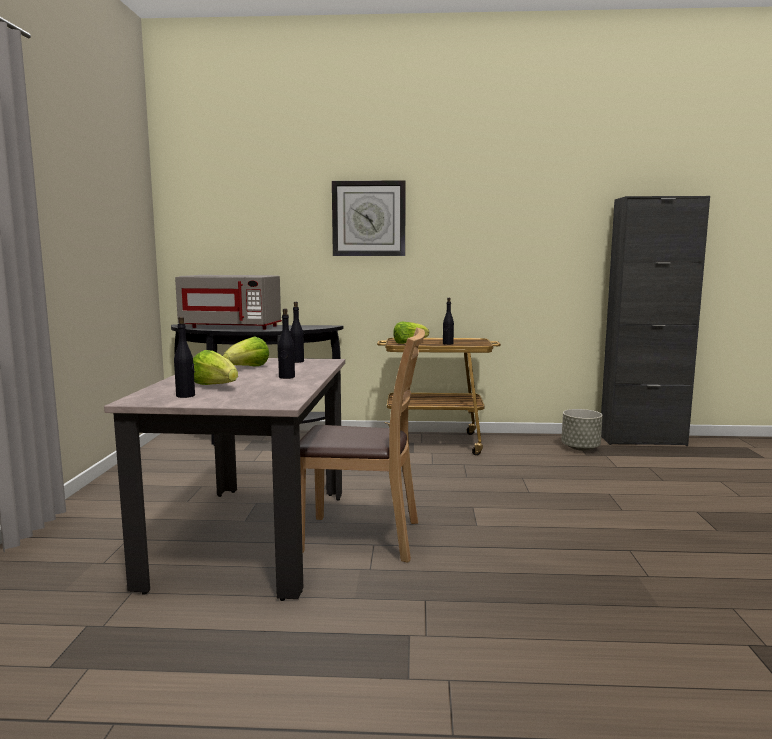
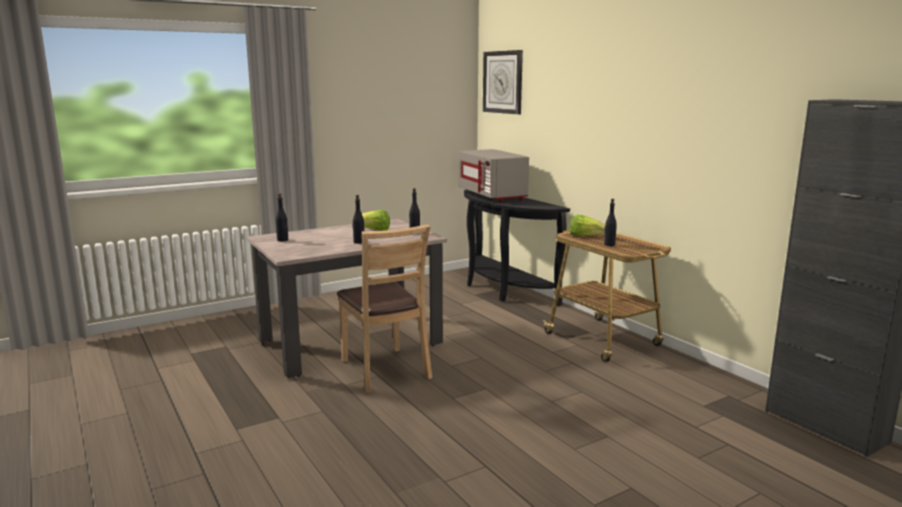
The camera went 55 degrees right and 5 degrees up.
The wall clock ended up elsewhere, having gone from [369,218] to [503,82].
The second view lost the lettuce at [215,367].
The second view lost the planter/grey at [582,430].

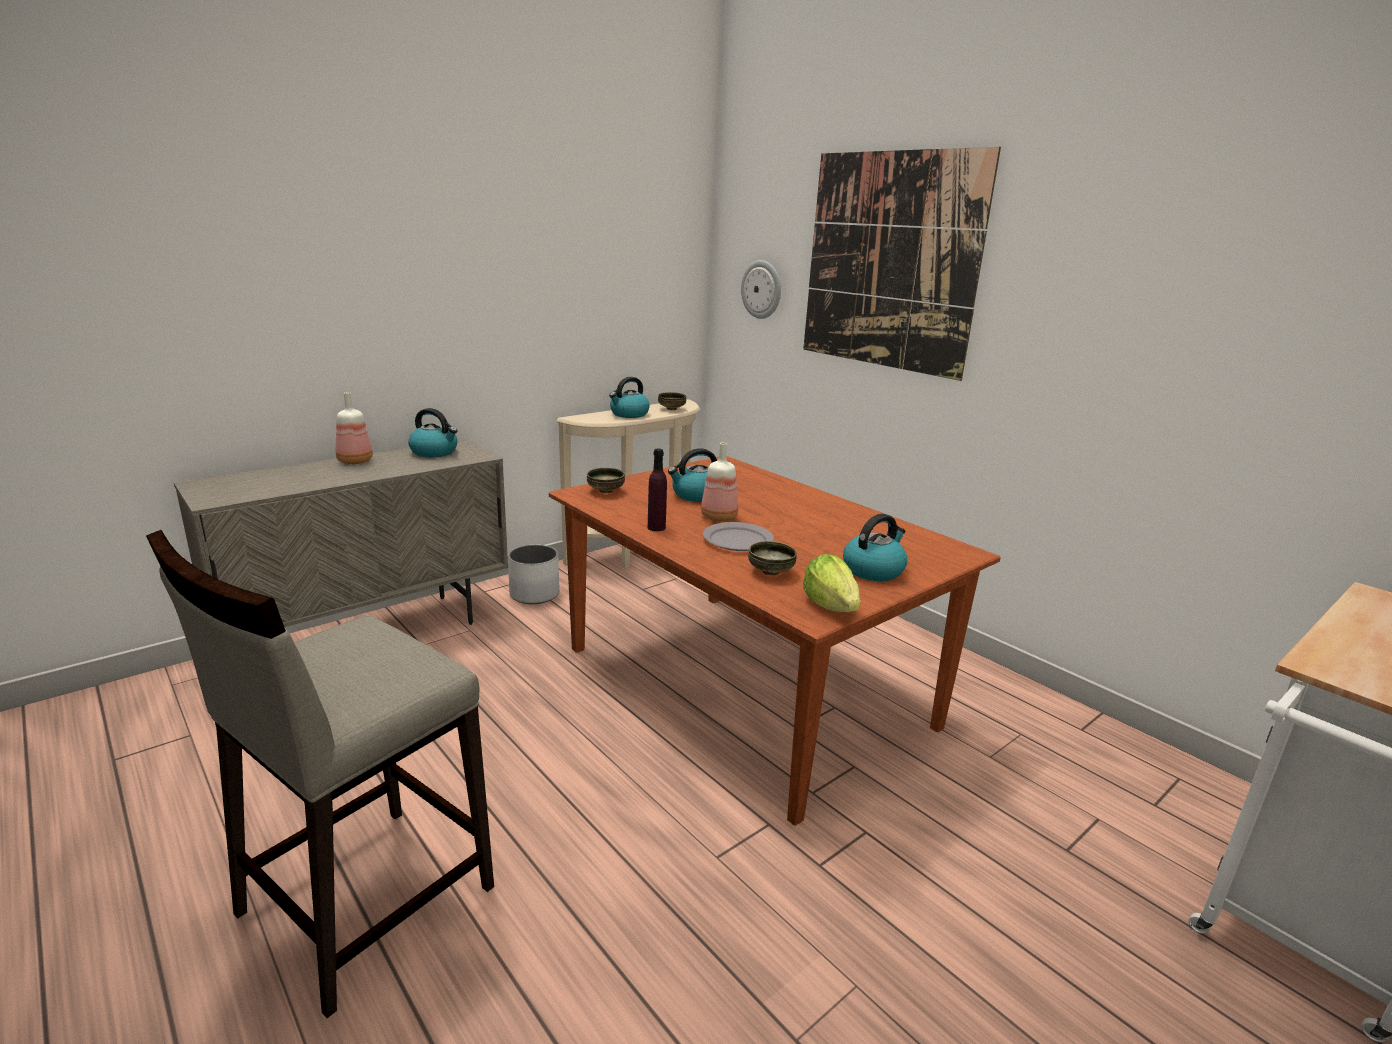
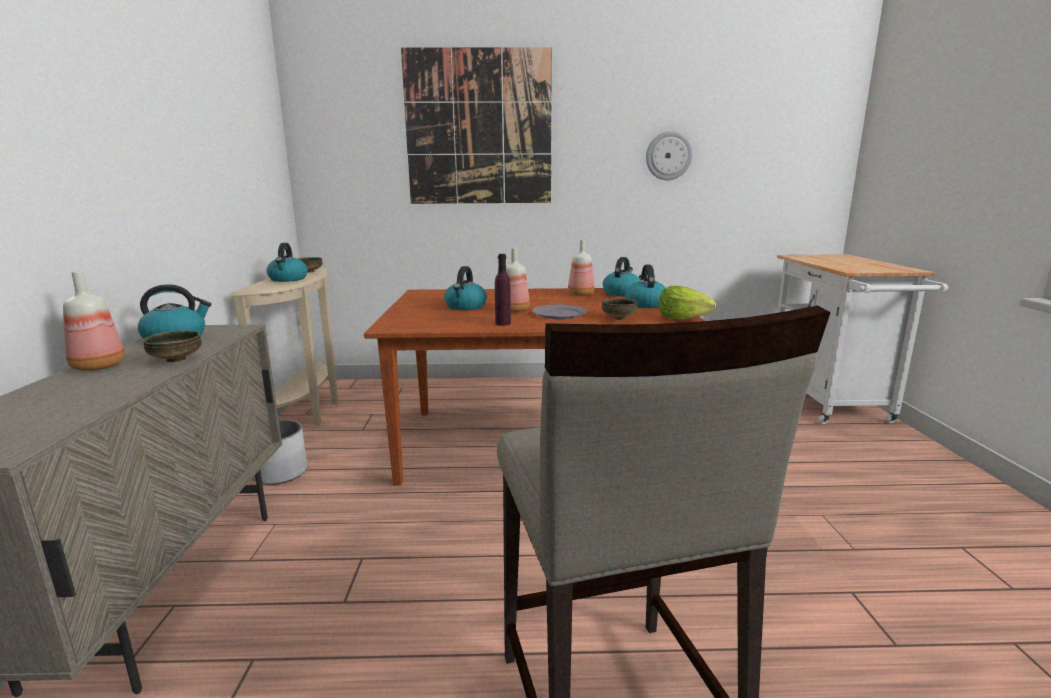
The camera went 50 degrees left and 5 degrees down.
The wall clock ended up elsewhere, having gone from [761,289] to [669,155].
The bowl ended up elsewhere, having gone from [606,480] to [172,346].
The second view gained the bottle at [581,268].
The second view gained the kettle at [621,276].

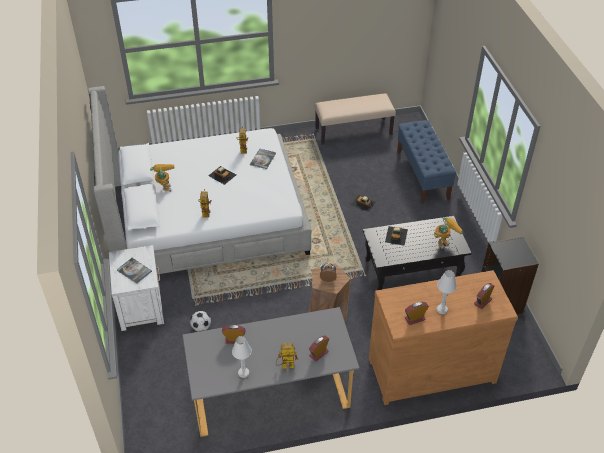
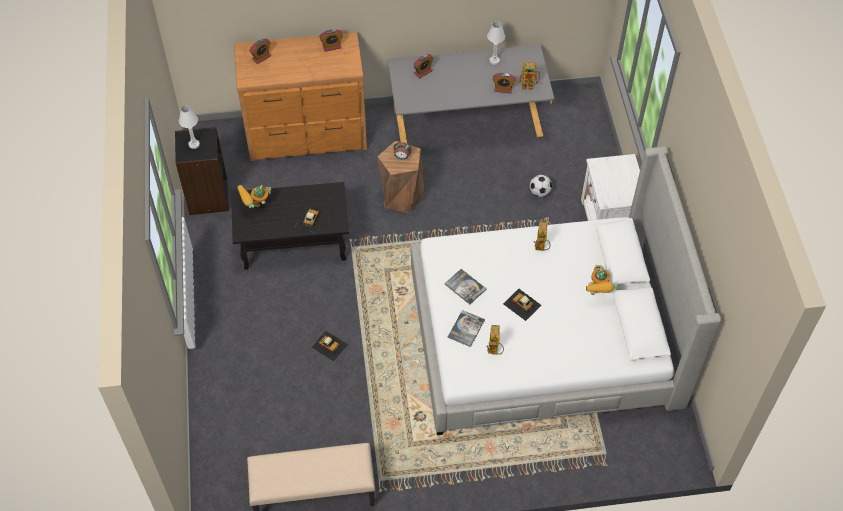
The camera went 175 degrees left and 10 degrees up.
The second view lost the bench/blue at [426,162].
The book ended up elsewhere, having gone from [134,271] to [465,286].
The table lamp/white ended up elsewhere, having gone from [447,292] to [189,127].
The toy robot ended up elsewhere, having gone from [287,356] to [529,76].

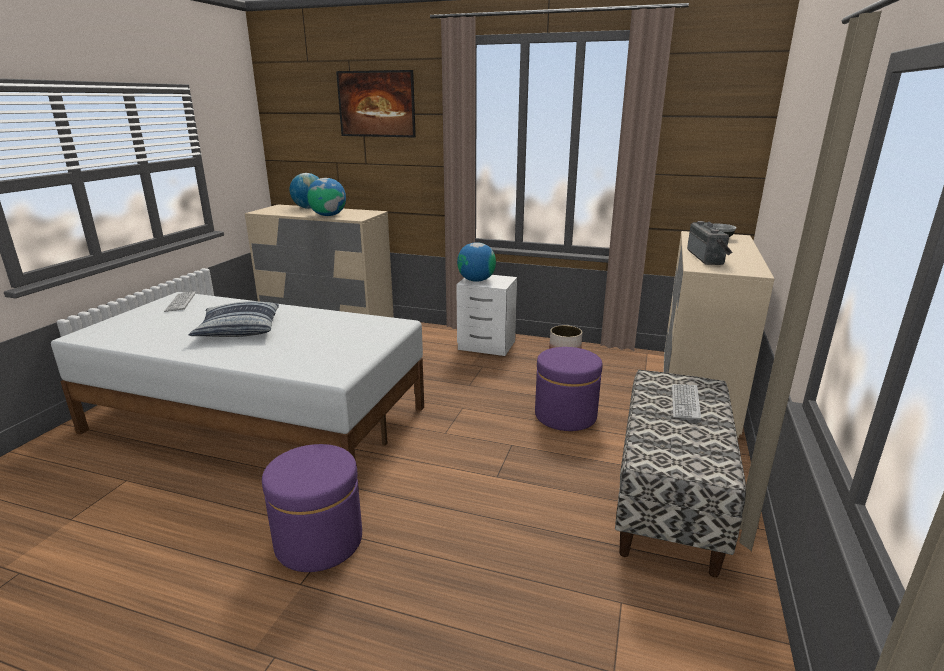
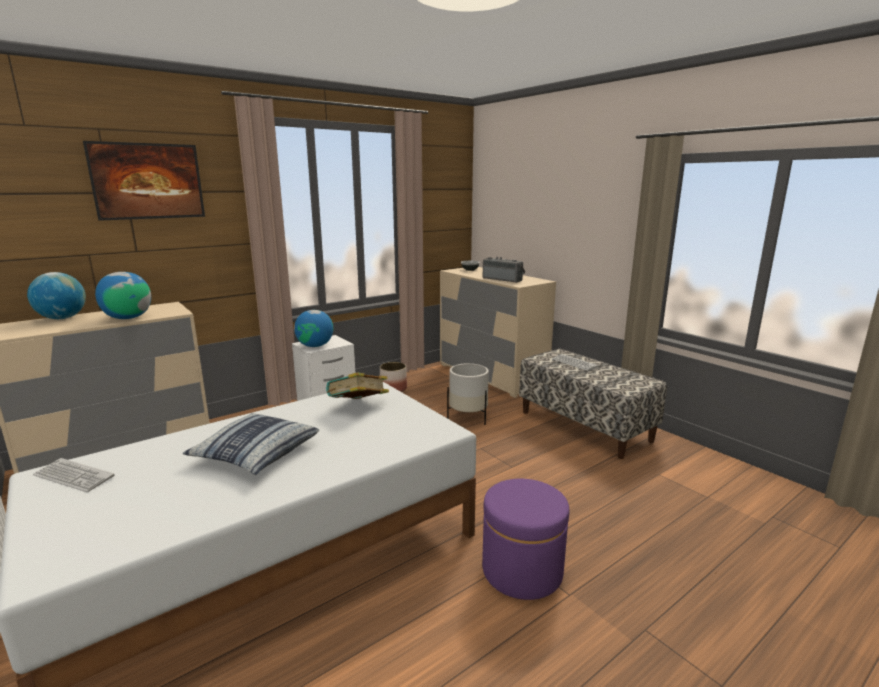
The camera went 55 degrees left and 5 degrees down.
Where the ottoman/purple stood at [569,389], the planter/white came to stand at [468,394].
The second view gained the book at [357,386].

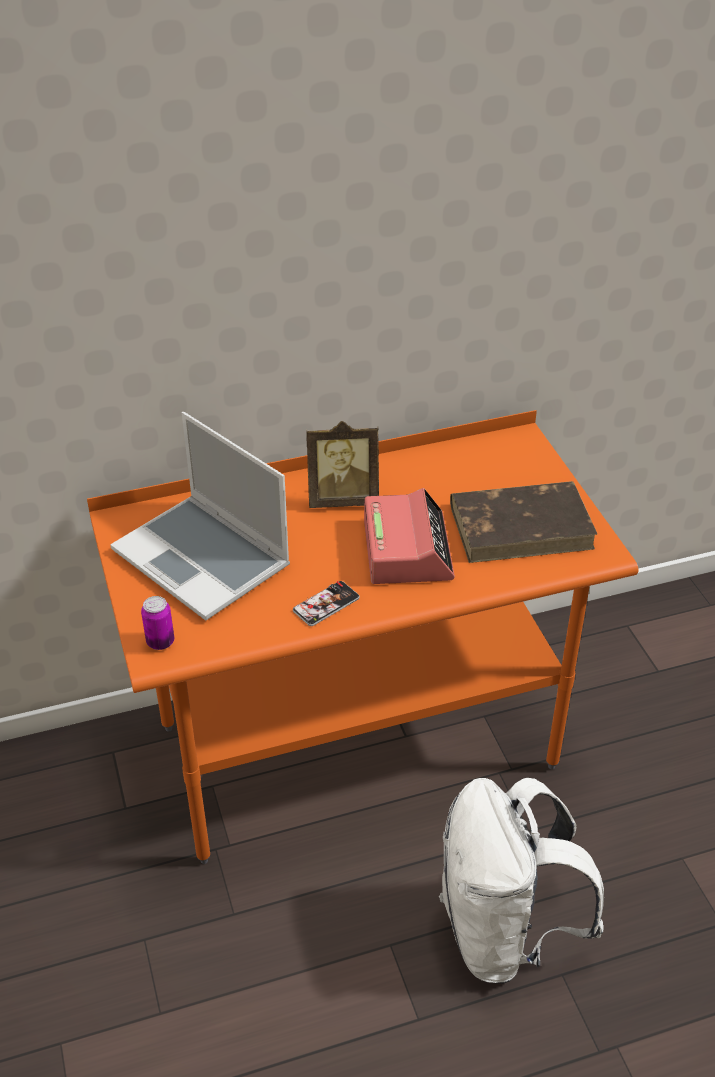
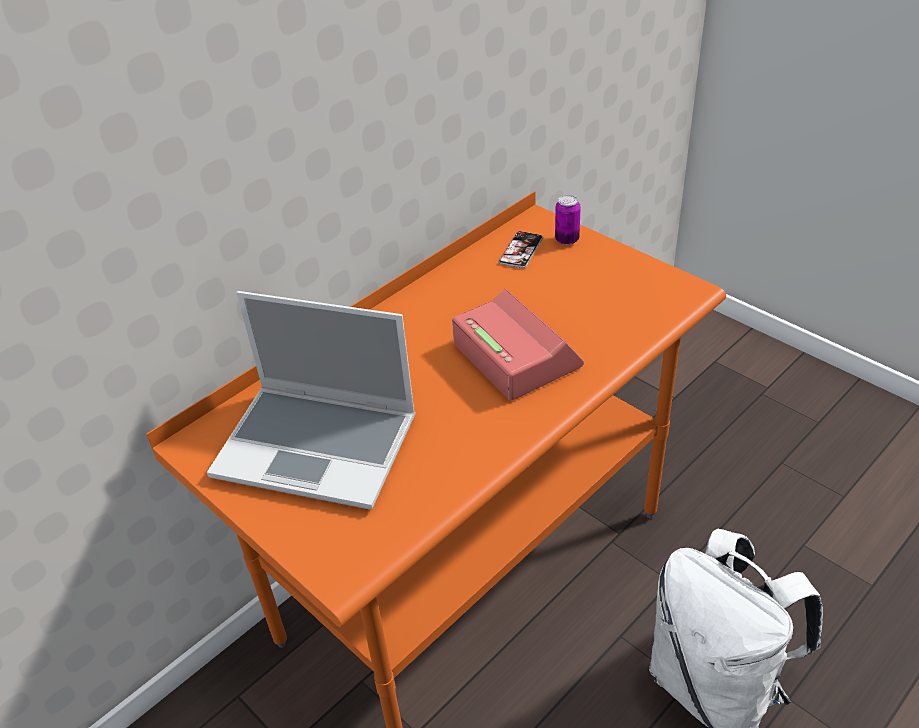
The camera went 25 degrees left and 0 degrees up.
The second view lost the picture frame at [342,464].
The second view lost the book/brown at [524,522].
The phone ended up elsewhere, having gone from [326,603] to [521,249].
The can ended up elsewhere, having gone from [157,623] to [568,220].

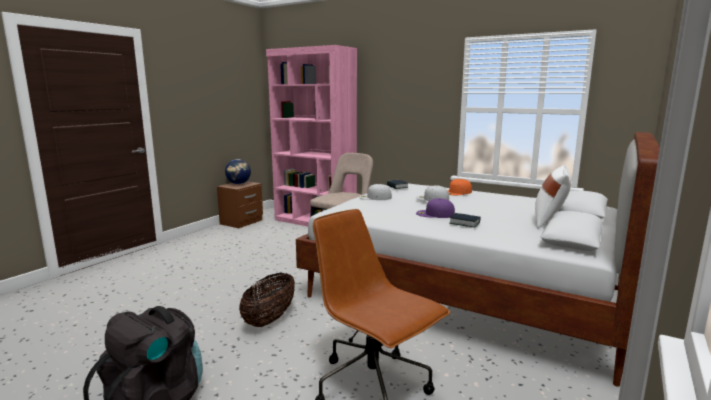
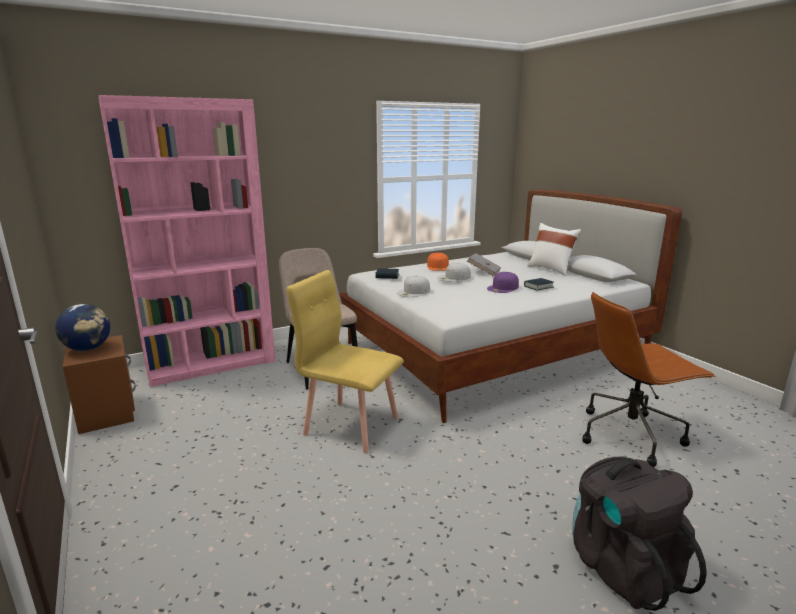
The camera went 60 degrees left and 5 degrees up.
The second view lost the basket at [267,299].
The second view gained the book/grey at [484,264].
The second view gained the chair/yellow at [345,361].

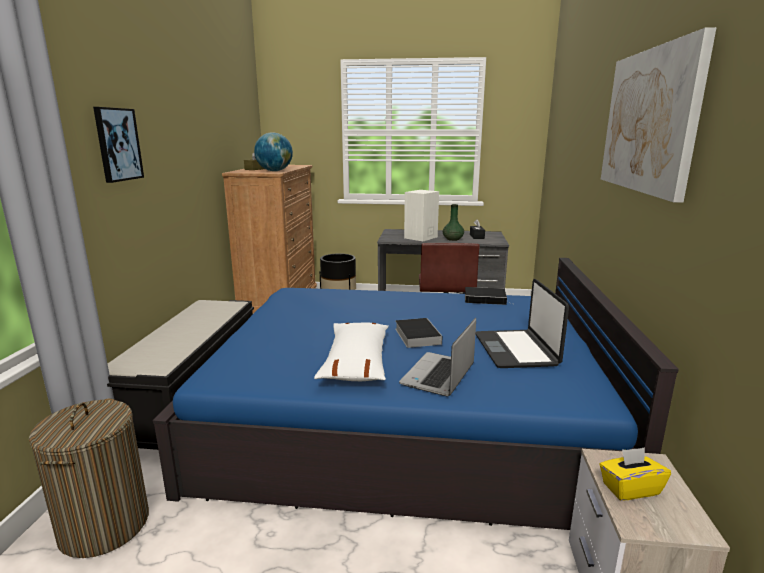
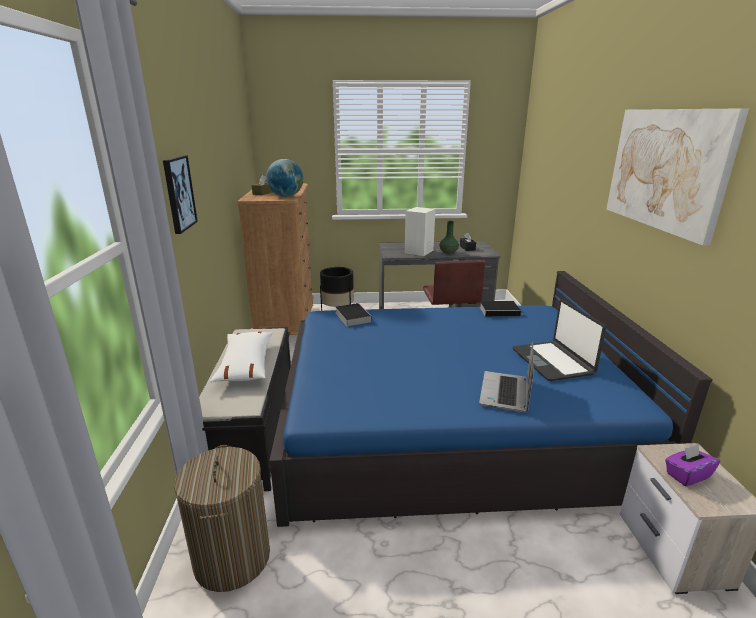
The camera went 10 degrees left and 5 degrees up.
The book ended up elsewhere, having gone from [418,333] to [354,314].
The pillow/white ended up elsewhere, having gone from [351,352] to [241,357].
What was the tissue box/yellow at [635,474] turned into the tissue box/purple at [692,465].

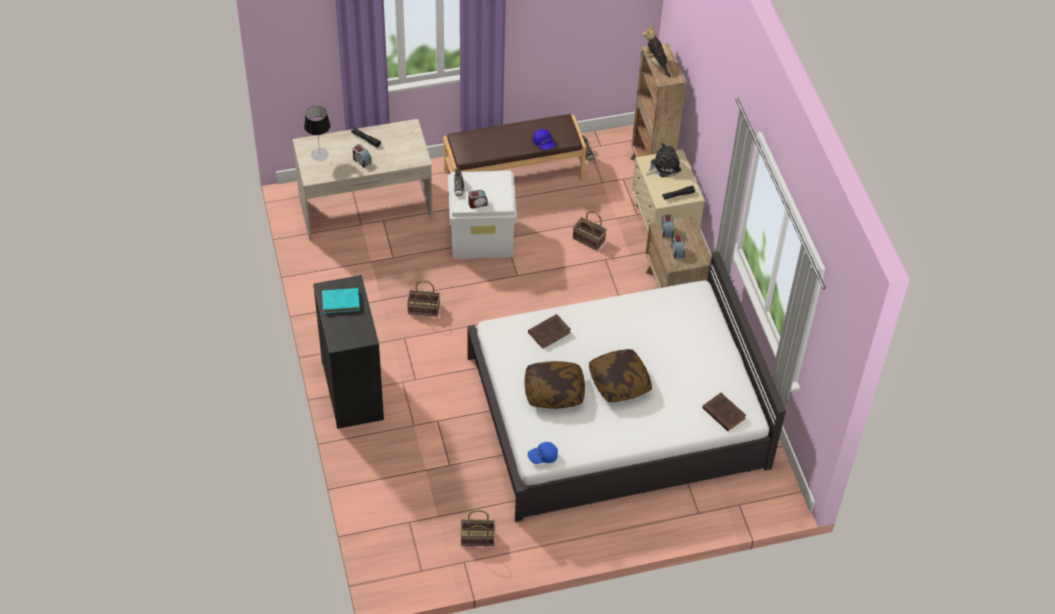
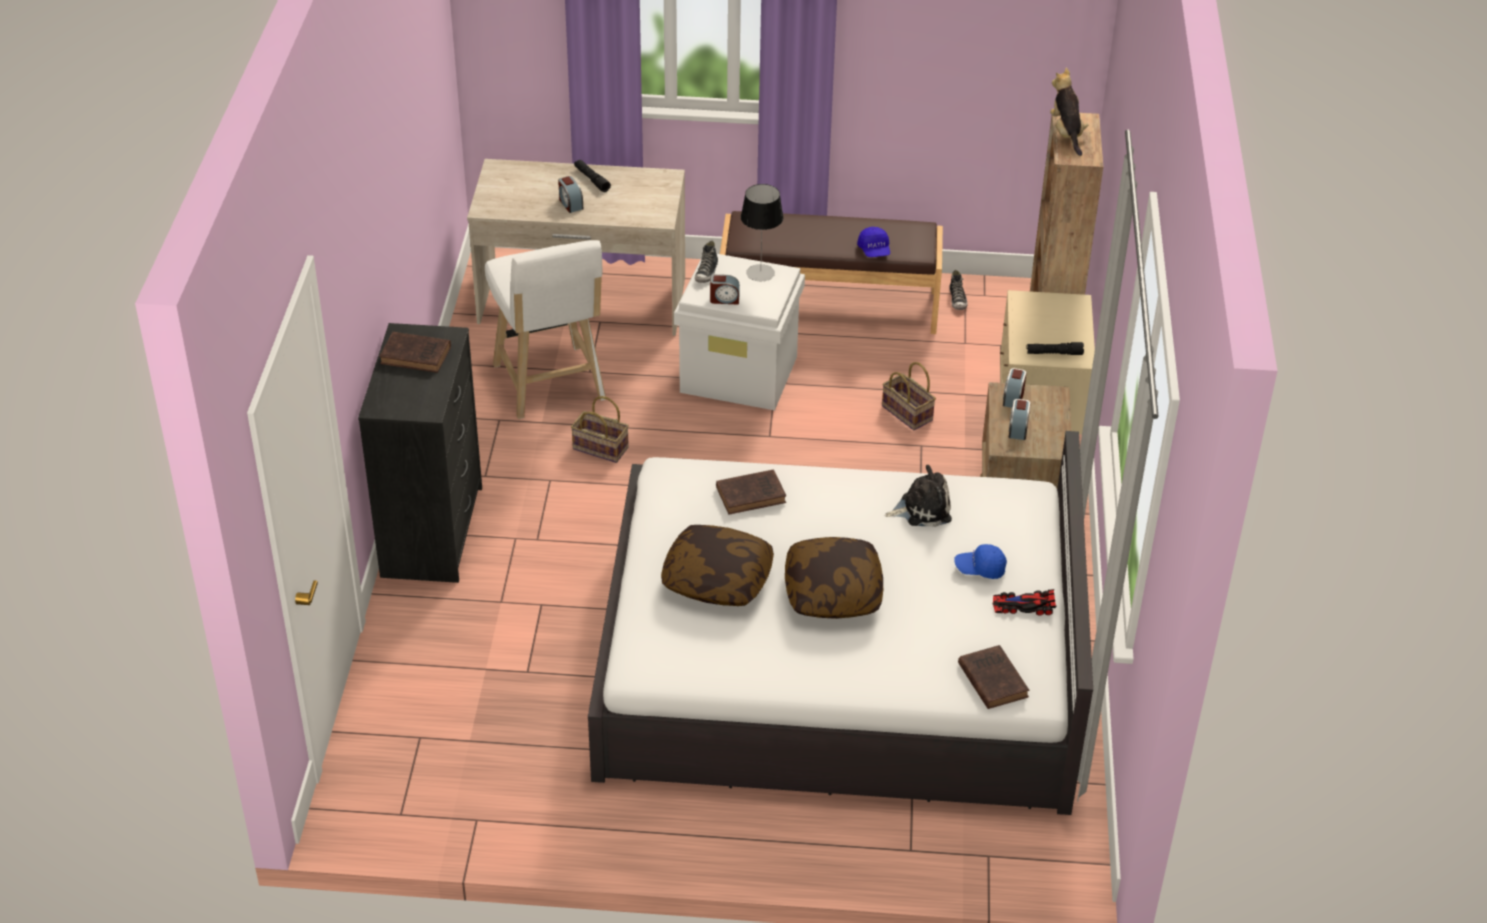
The camera went 20 degrees right and 10 degrees down.
The table lamp ended up elsewhere, having gone from [317,133] to [762,233].
The plush toy ended up elsewhere, having gone from [663,160] to [918,496].
What was the book/turquoise at [341,300] turned into the book/brown at [415,352].
The cap/blue ended up elsewhere, having gone from [543,453] to [980,561].
The second view lost the basket at [477,528].
The second view gained the stool/white at [545,329].
The second view gained the toy car at [1025,602].

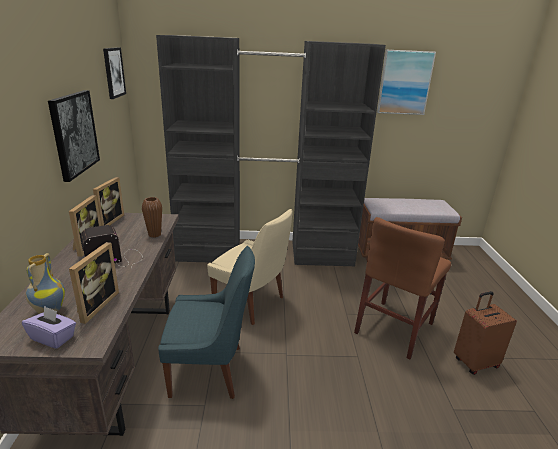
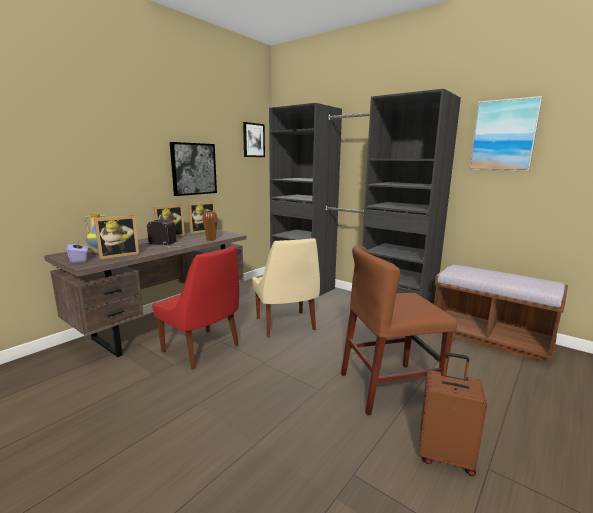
The camera went 40 degrees right and 10 degrees down.
What was the chair/blue at [206,322] turned into the chair/red at [195,308].

